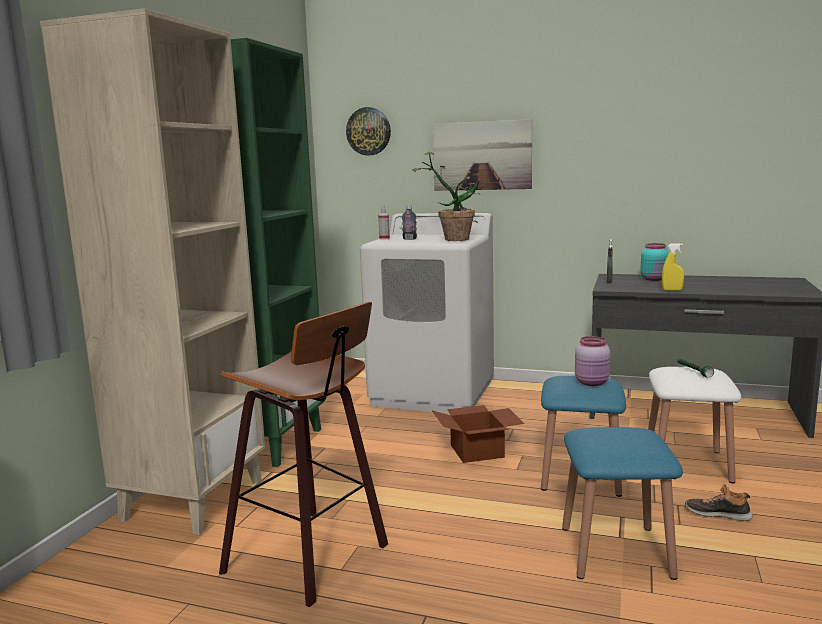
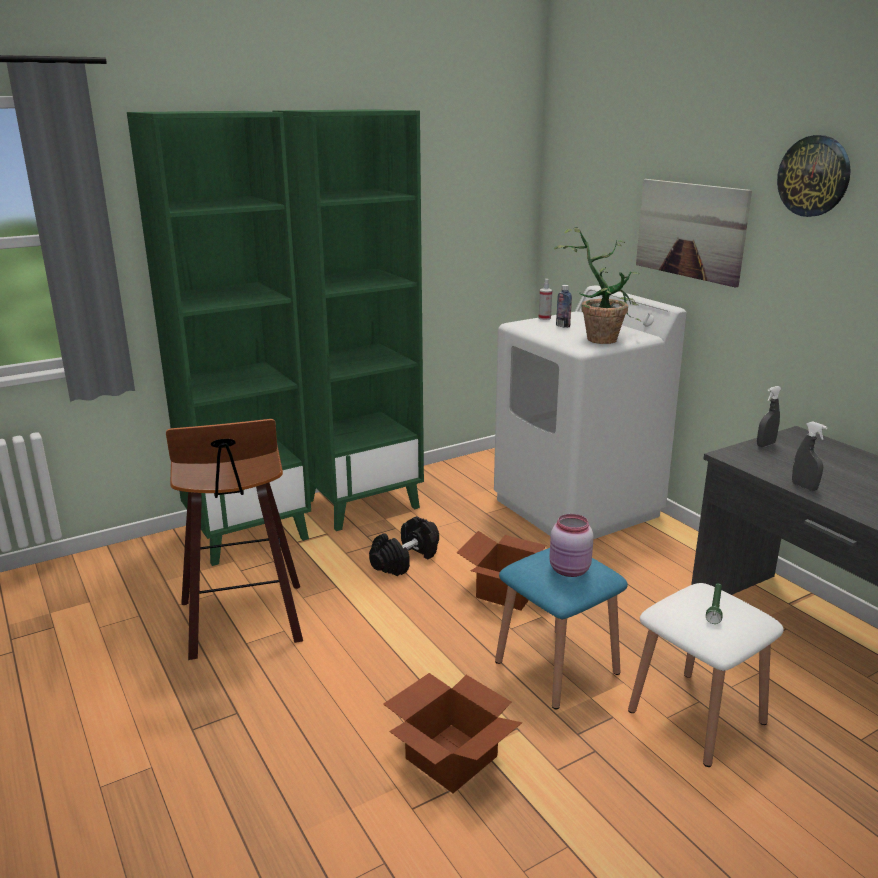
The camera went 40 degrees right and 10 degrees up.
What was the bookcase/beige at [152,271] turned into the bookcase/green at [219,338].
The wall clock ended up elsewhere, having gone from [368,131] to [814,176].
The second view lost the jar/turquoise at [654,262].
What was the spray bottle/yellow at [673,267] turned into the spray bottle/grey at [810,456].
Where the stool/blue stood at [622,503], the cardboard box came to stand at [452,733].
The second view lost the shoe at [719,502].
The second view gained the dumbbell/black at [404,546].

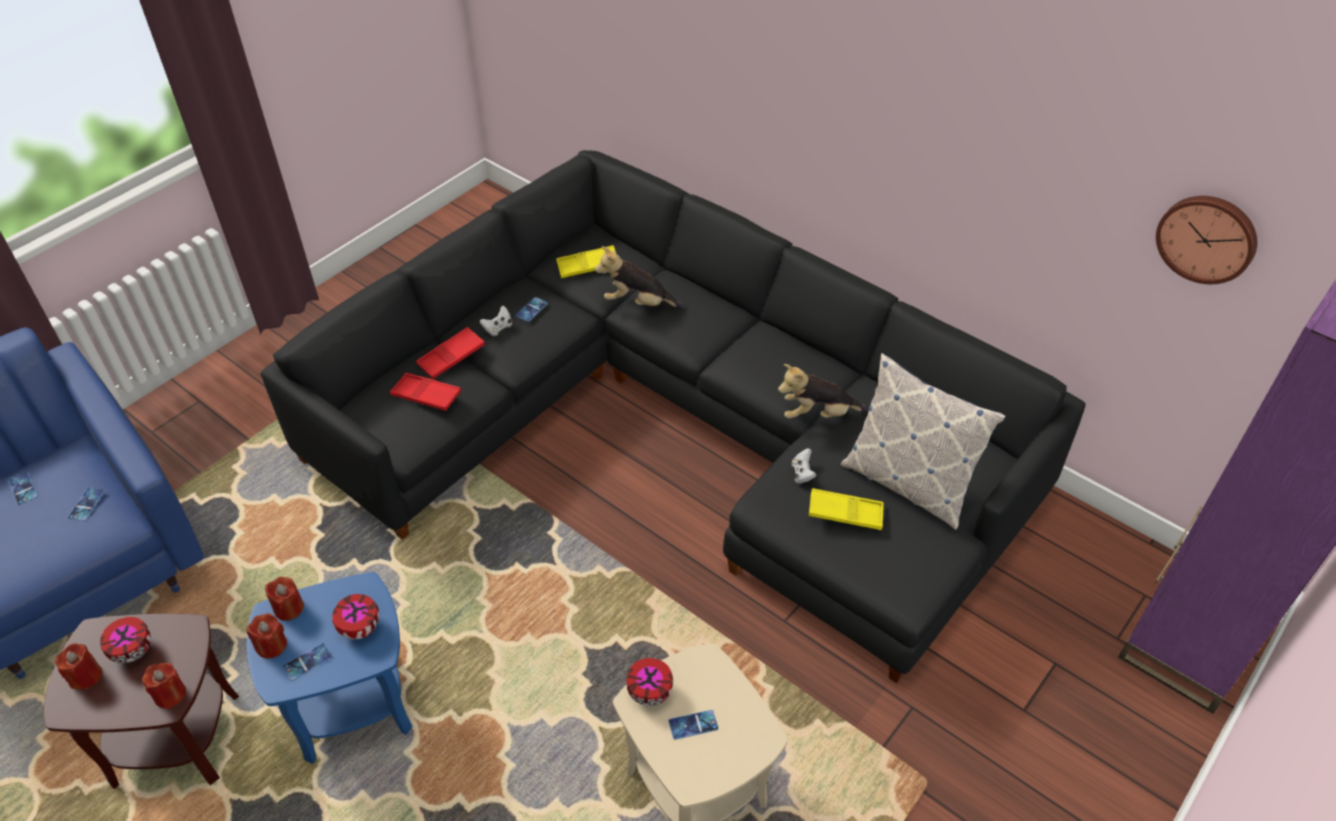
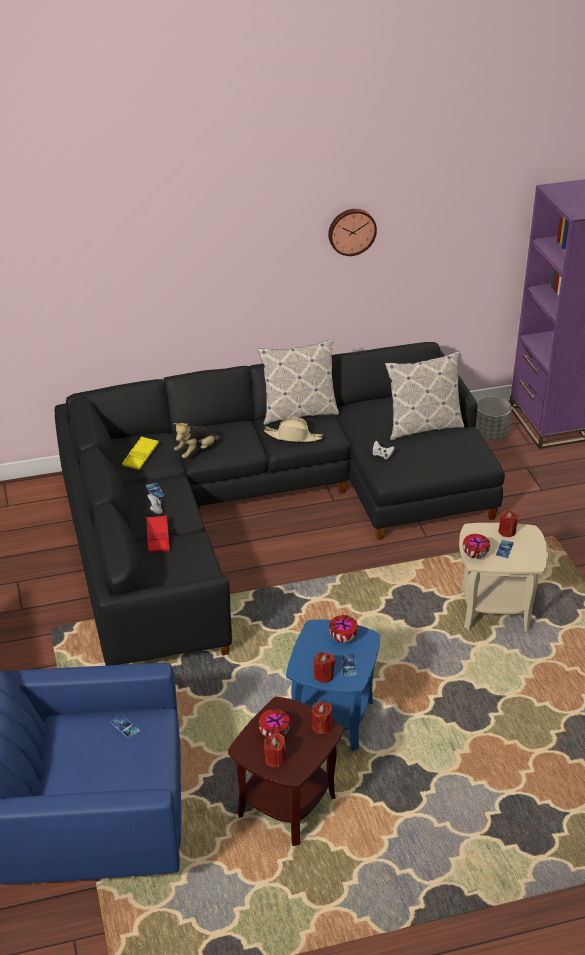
The camera went 55 degrees left and 10 degrees down.
The wall clock ended up elsewhere, having gone from [1206,240] to [352,232].
The second view lost the plush toy at [823,391].
The second view lost the tray/red at [425,392].
The second view lost the phone at [23,488].
The second view lost the tray/yellow at [846,509].
The candle/red ended up elsewhere, having gone from [284,599] to [508,523].
The second view gained the pillow at [298,382].
The second view gained the planter/grey at [494,418].
The second view gained the hat/beige at [293,429].

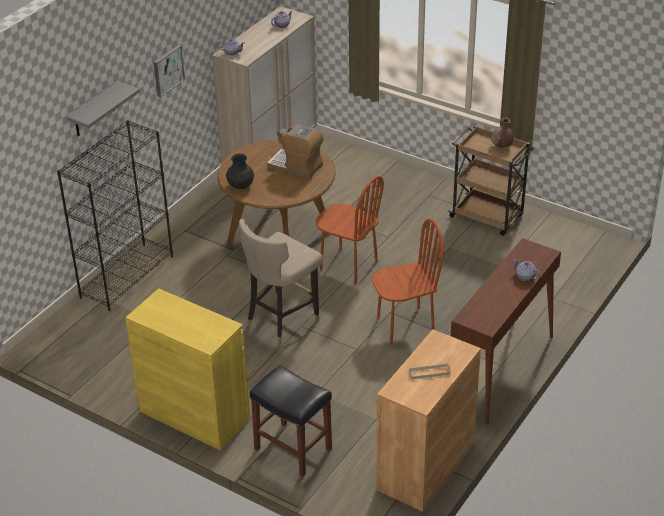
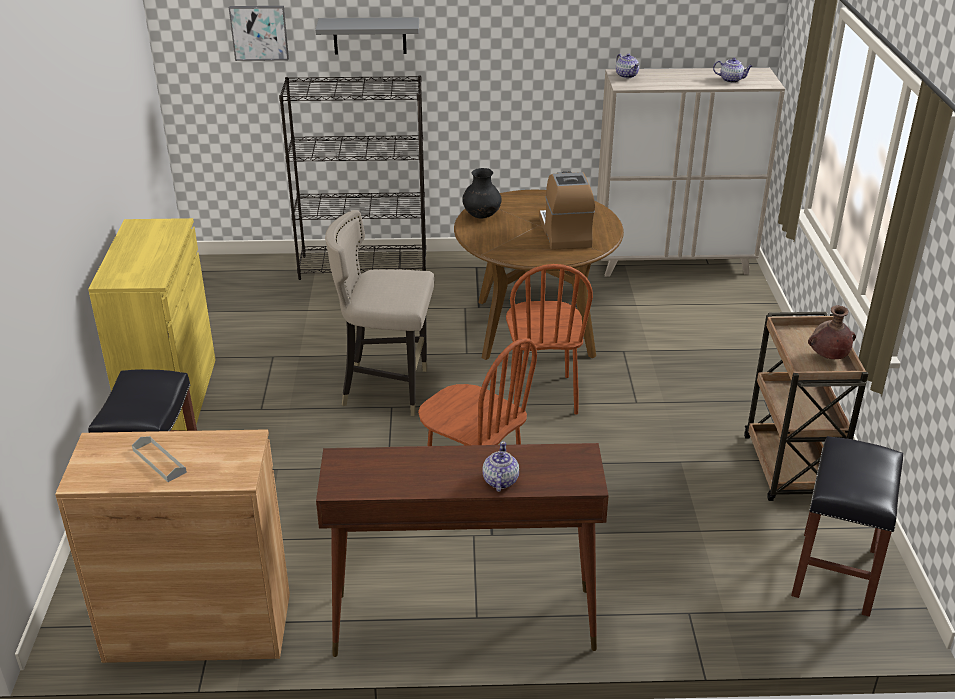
The camera went 55 degrees right and 5 degrees down.
The picture ended up elsewhere, having gone from [169,71] to [259,33].
The second view gained the stool/black at [847,526].

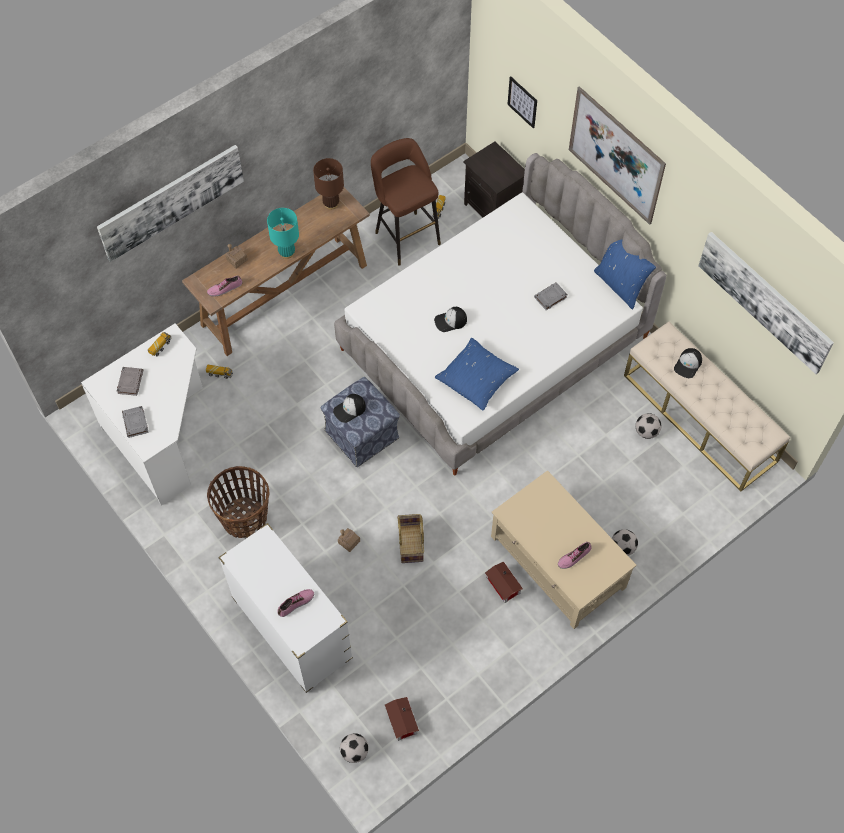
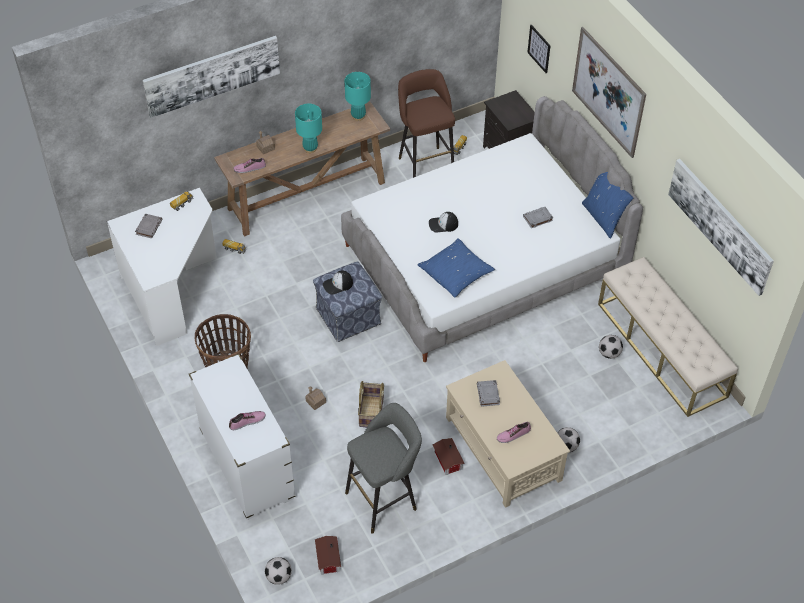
The camera went 10 degrees right and 10 degrees down.
What was the table lamp/brown at [328,184] turned into the table lamp/turquoise at [358,96].
The second view lost the cap at [688,363].
The book/grey ended up elsewhere, having gone from [135,422] to [488,393].
The second view gained the stool/grey at [383,468].

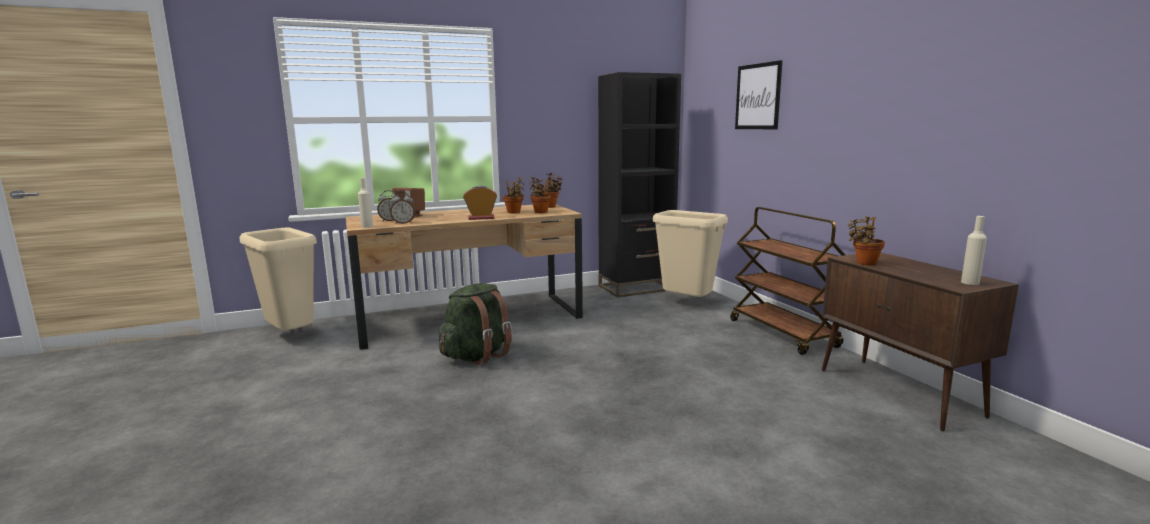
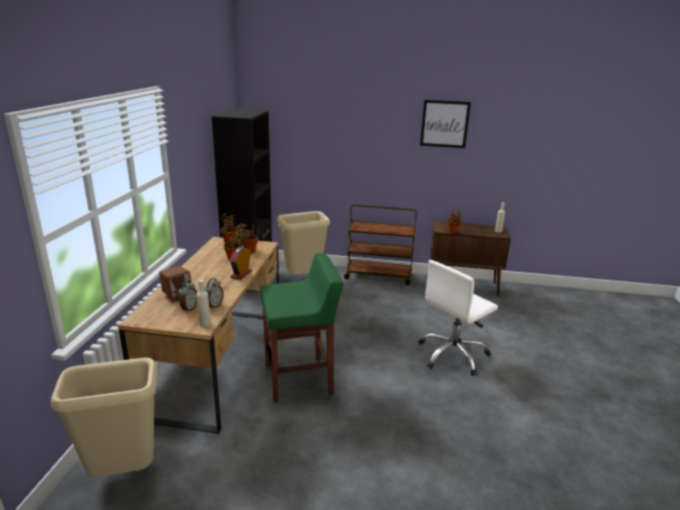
The camera went 60 degrees left and 10 degrees up.
The picture ended up elsewhere, having gone from [759,94] to [445,124].
Where the backpack/green stood at [475,324], the stool/green came to stand at [301,328].
The second view gained the office chair/white at [458,318].

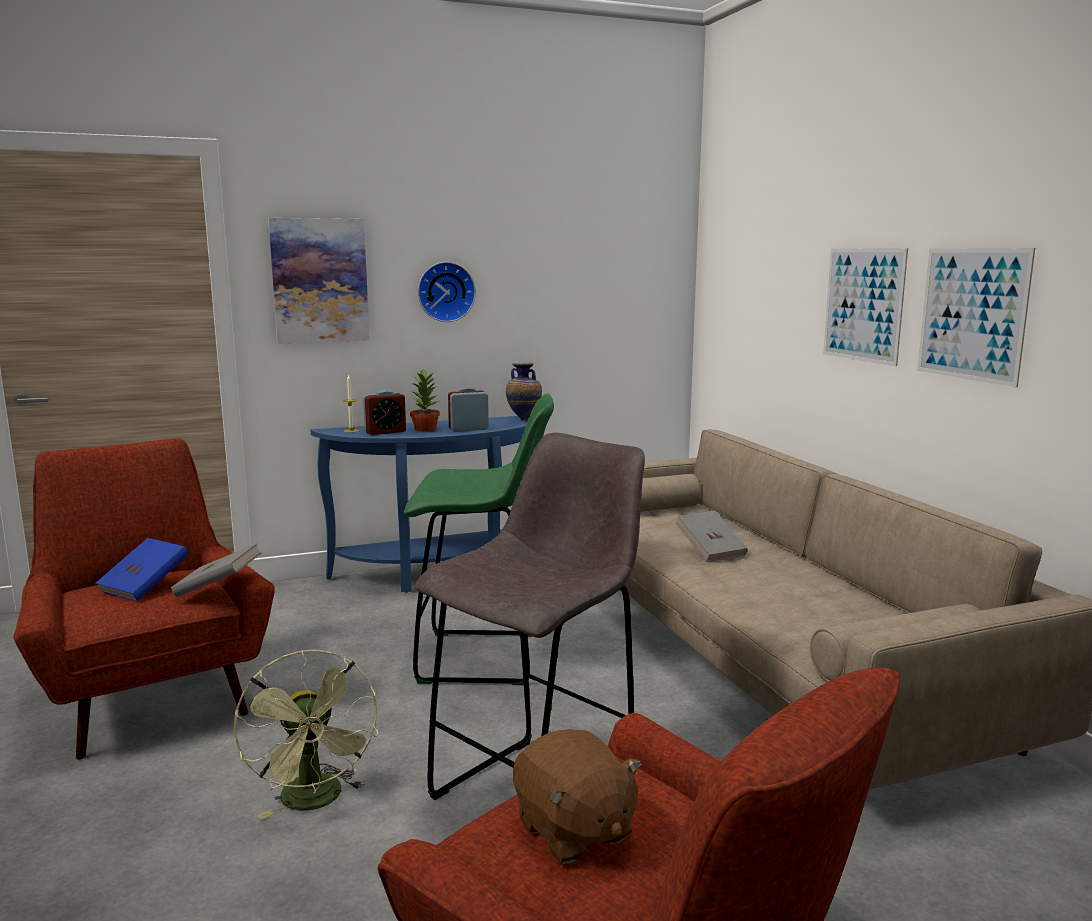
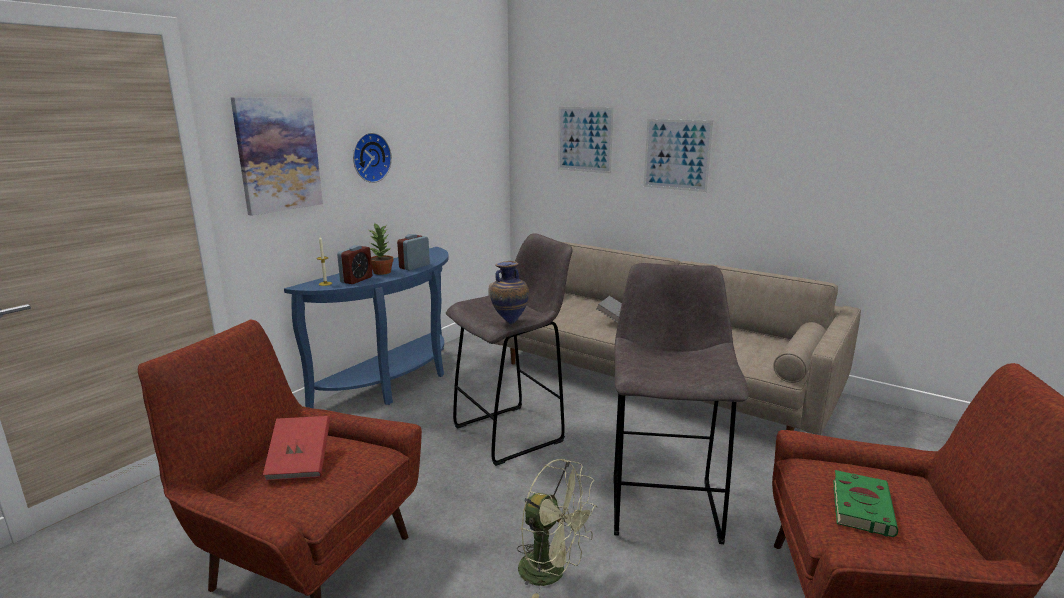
The camera went 35 degrees left and 5 degrees up.
The picture ended up elsewhere, having gone from [976,317] to [586,140].
The vase ended up elsewhere, having gone from [524,391] to [509,292].
What was the stool/green at [479,539] turned into the stool/grey at [509,350].
What was the book/blue at [142,569] turned into the book/red at [296,448].
The second view lost the book/grey at [216,570].
Where the plush toy/brown stood at [577,796], the book/green came to stand at [865,503].

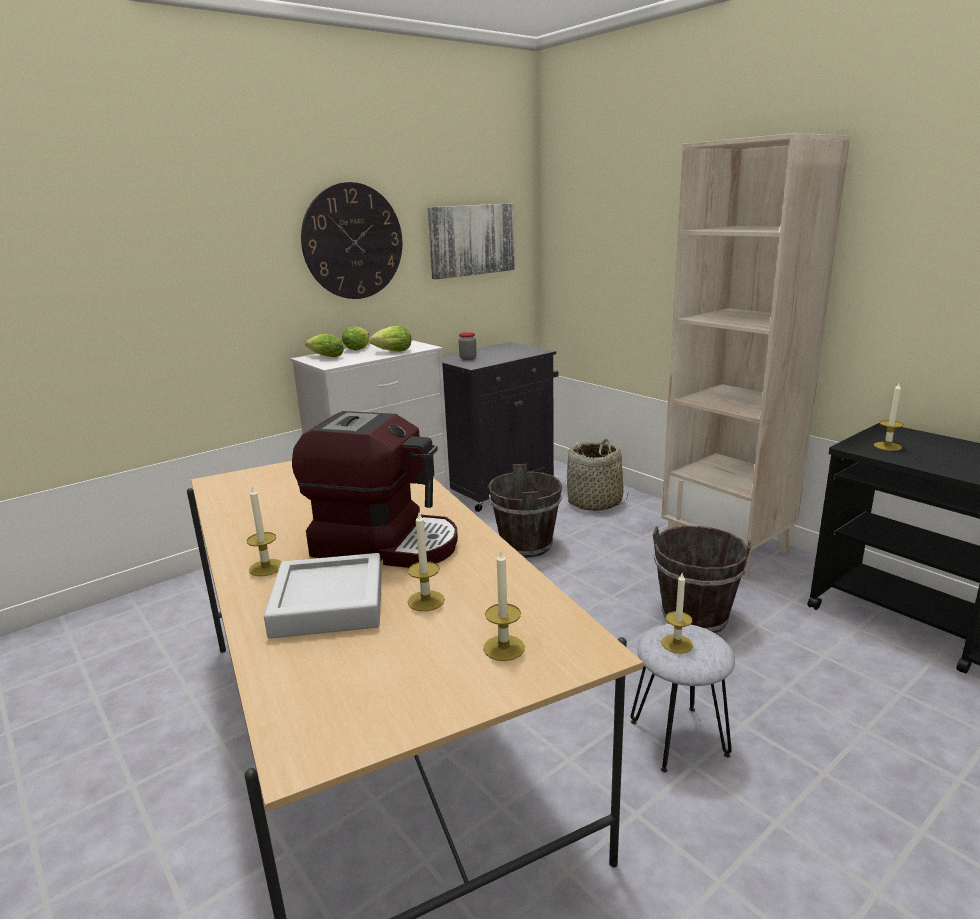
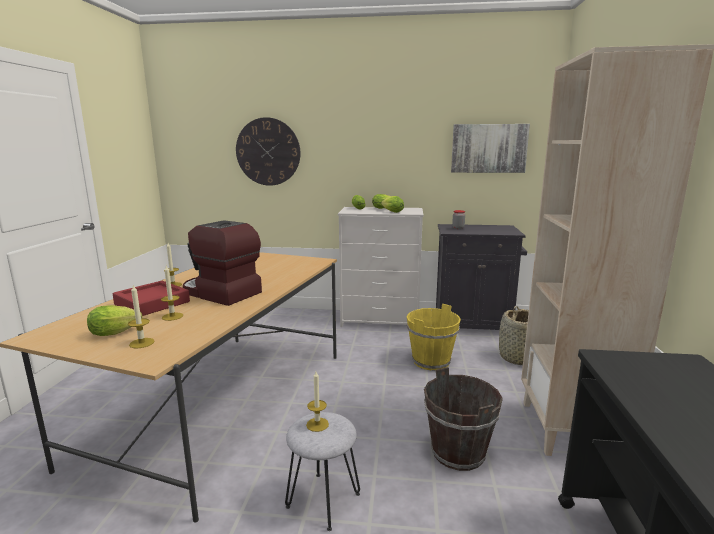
The camera went 45 degrees right and 5 degrees down.
The wall clock ended up elsewhere, having gone from [351,240] to [268,151].
The second view lost the candle at [889,417].
The coffee machine at [375,489] ended up facing another way, 150 degrees clockwise from before.
What was the bucket/brown at [525,511] turned into the bucket/yellow at [434,337].
What was the tray/grey at [323,596] turned into the tray/red at [151,298].
The second view gained the lettuce at [114,320].

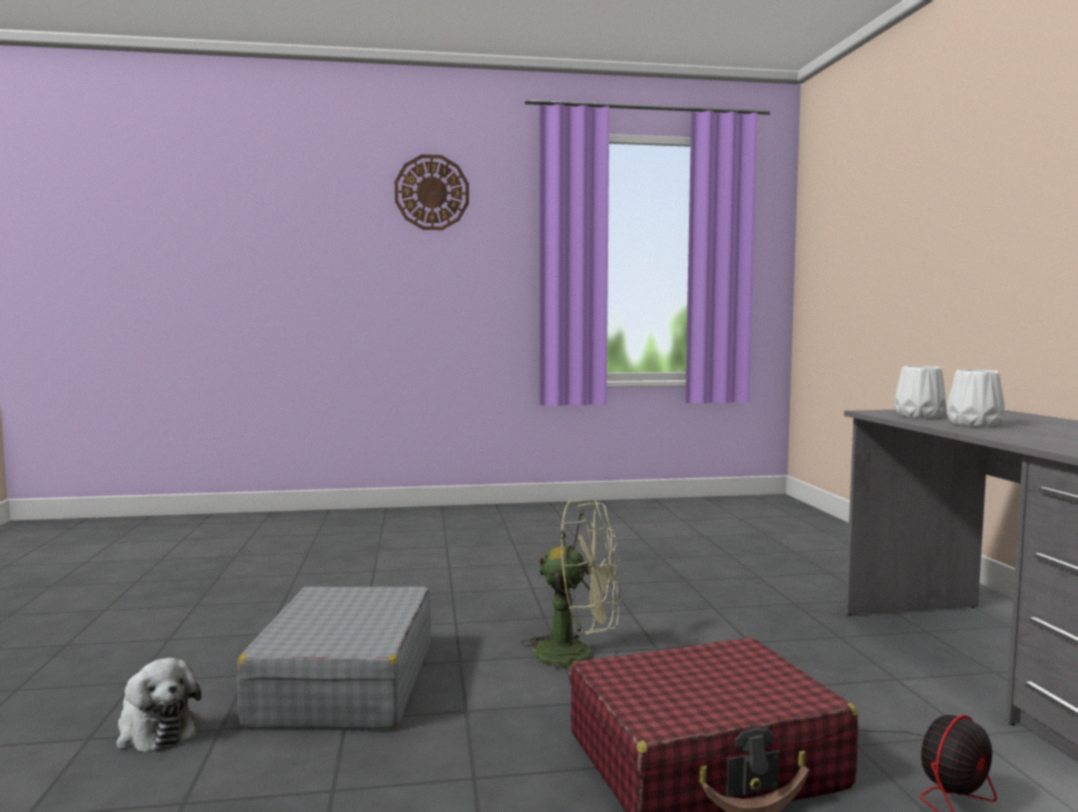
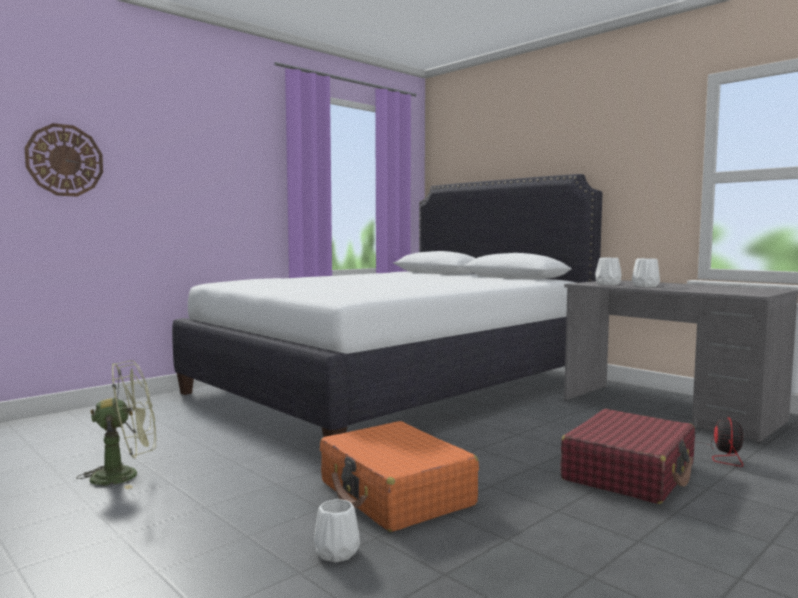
The camera went 35 degrees left and 0 degrees up.
The wall clock ended up elsewhere, having gone from [432,192] to [63,159].
The fan/green ended up elsewhere, having gone from [570,587] to [116,424].
What was the suitcase/grey at [334,657] turned into the suitcase/orange at [399,476].
Where the plush toy stood at [158,705], the vase/white came to stand at [337,530].
The second view gained the bed/white at [387,305].

